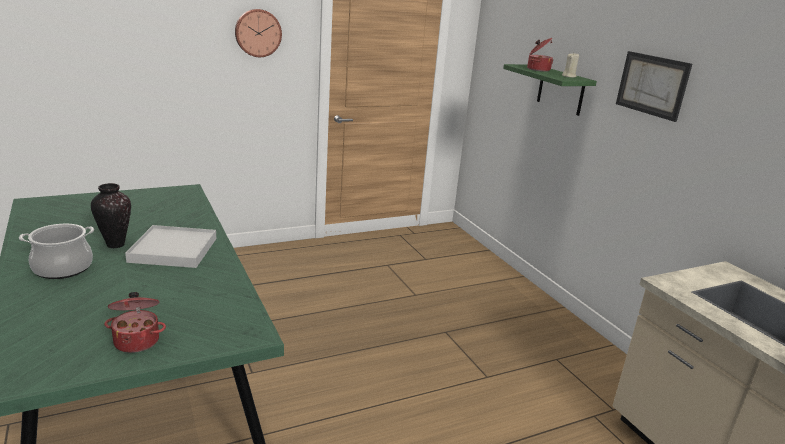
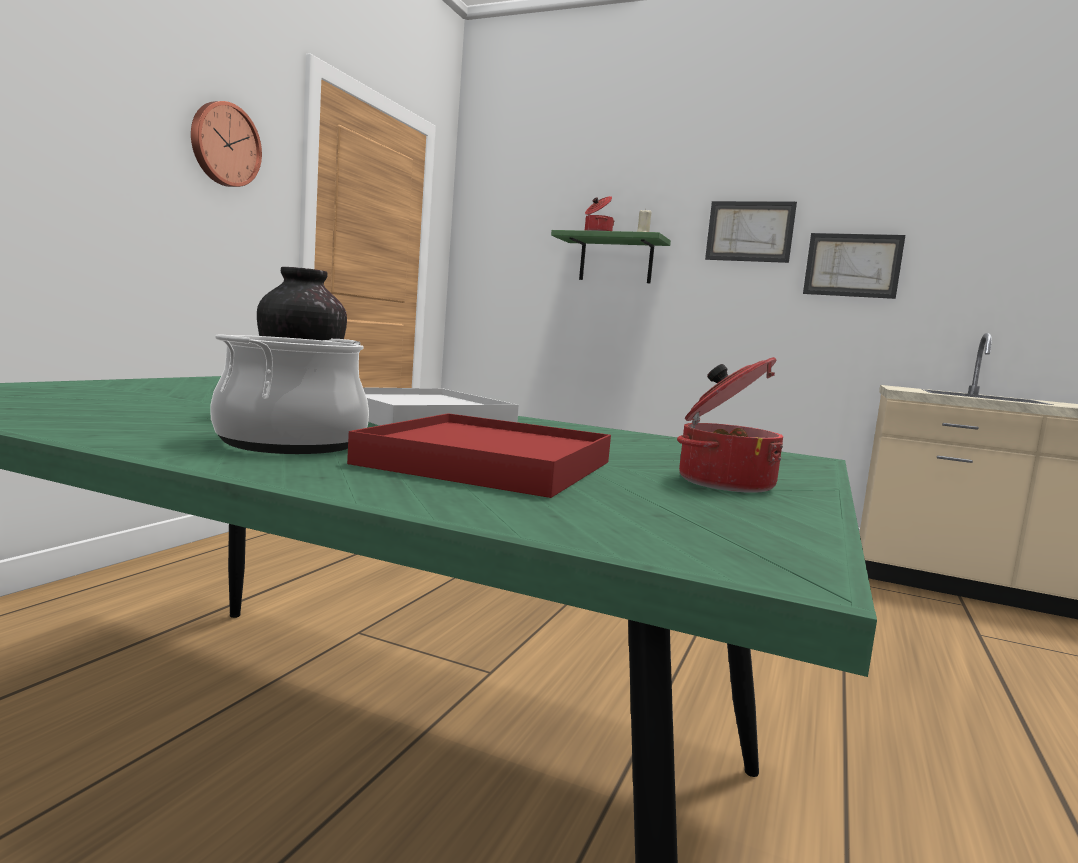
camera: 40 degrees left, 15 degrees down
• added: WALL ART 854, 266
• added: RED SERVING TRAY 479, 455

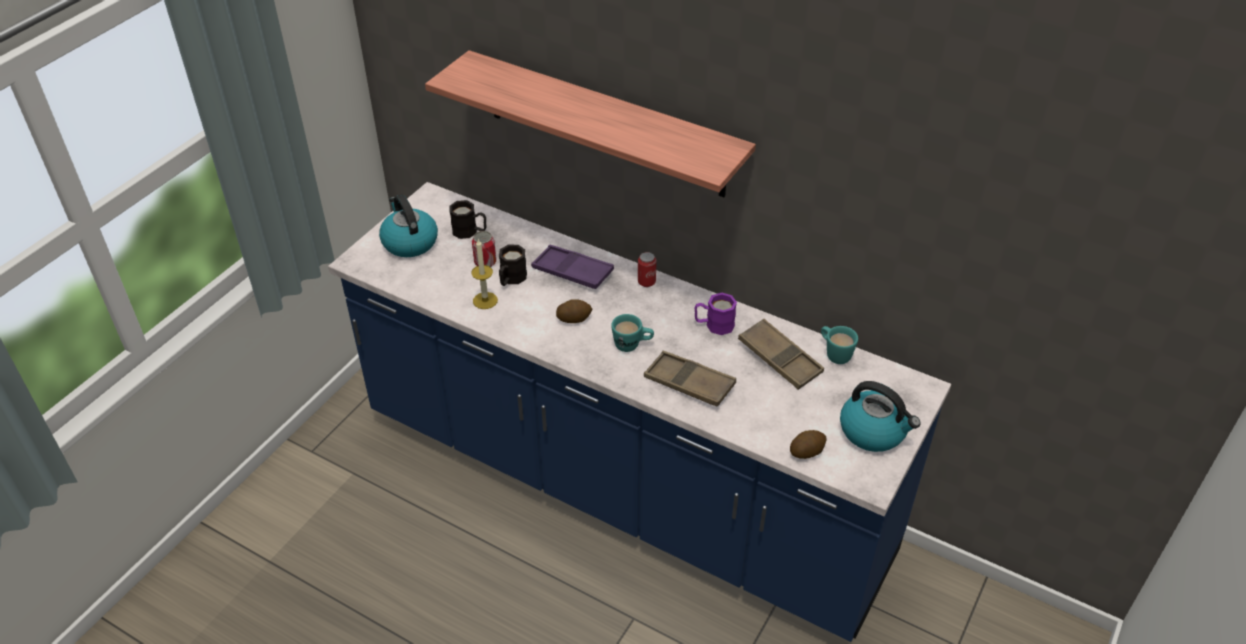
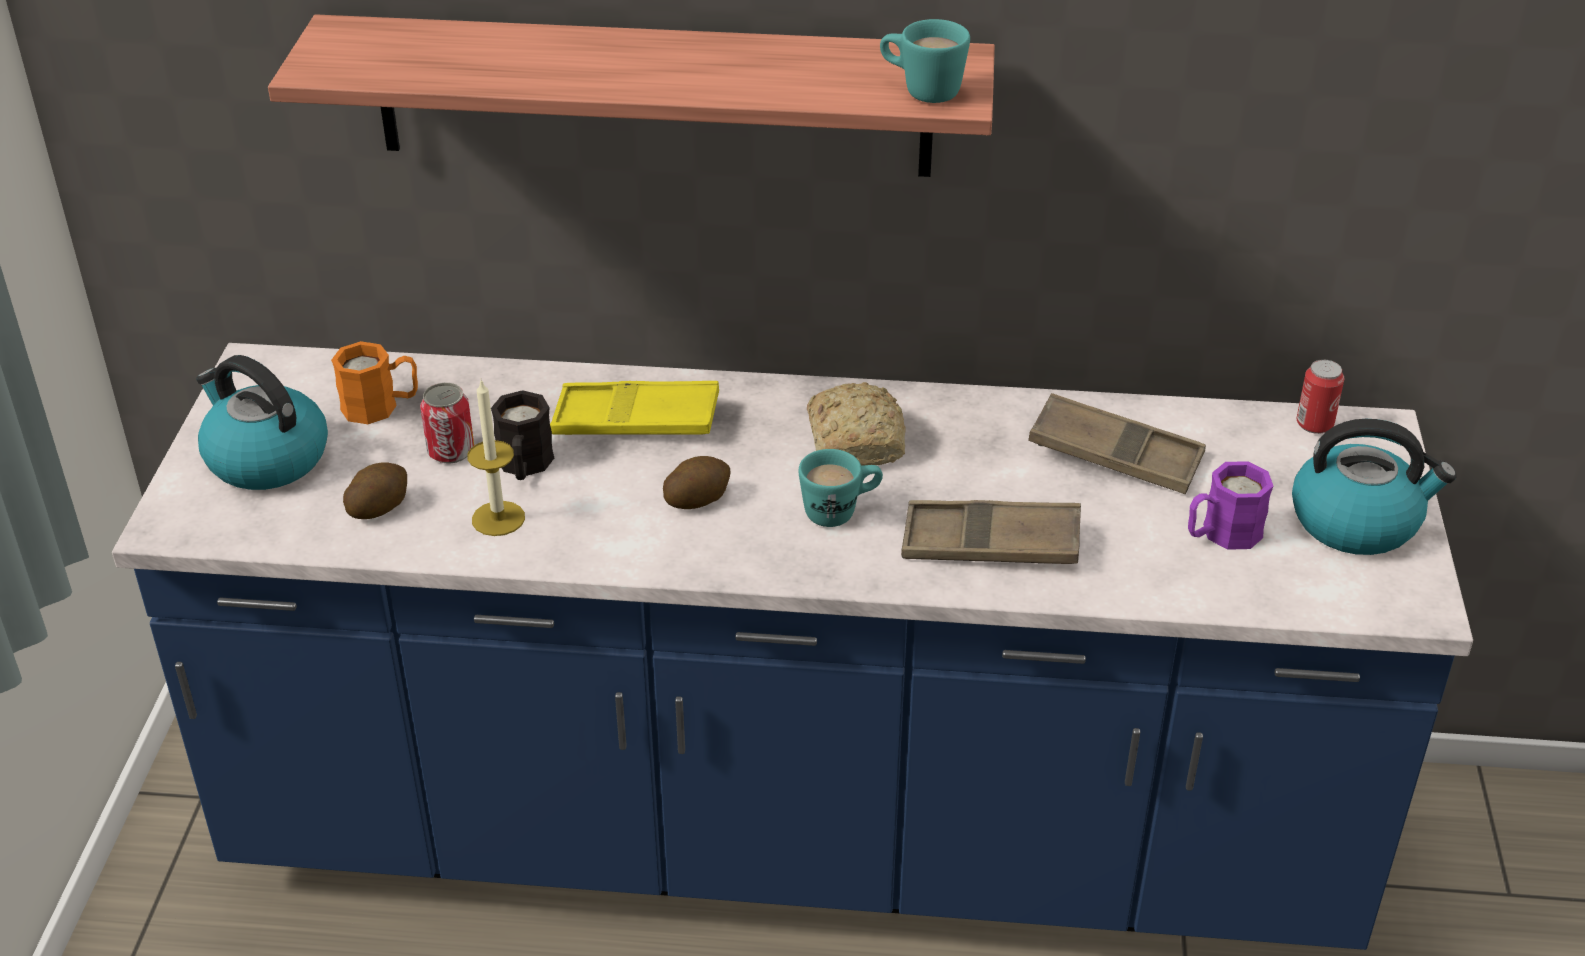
camera: 25 degrees left, 5 degrees down
• recoloured: BLACK-COLOURED MUG 467, 219 to ORANGE-COLOURED MUG 374, 382
• recoloured: PURPLISH SERVING TRAY 572, 267 to YELLOWISH SERVING TRAY 634, 408
• moved: CAN 647, 269 to 1320, 396
• moved: PURPLISH MUG 716, 314 to 1230, 505
• moved: BLUE-GREEN MUG 839, 345 to 925, 61
• moved: POTATO 808, 444 to 375, 490
• added: BREAD 856, 424

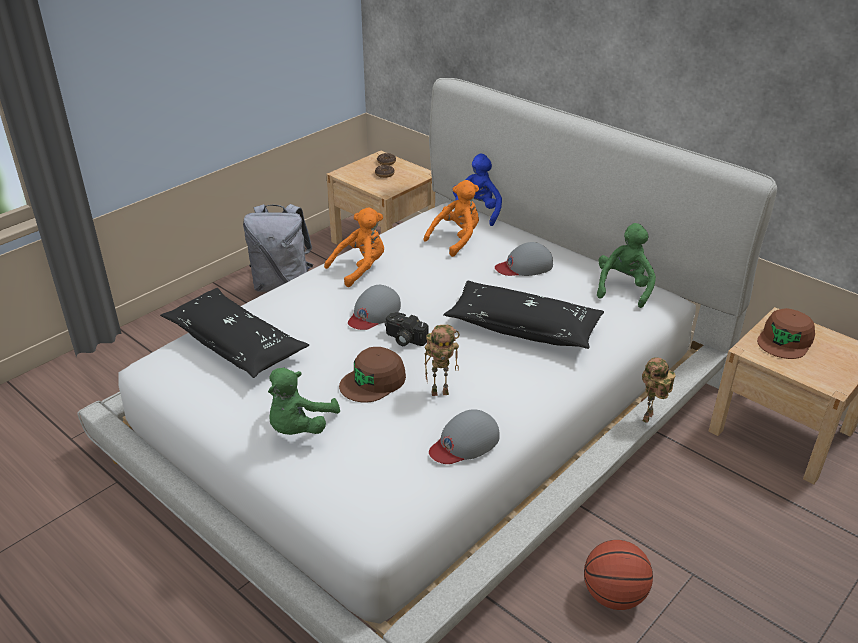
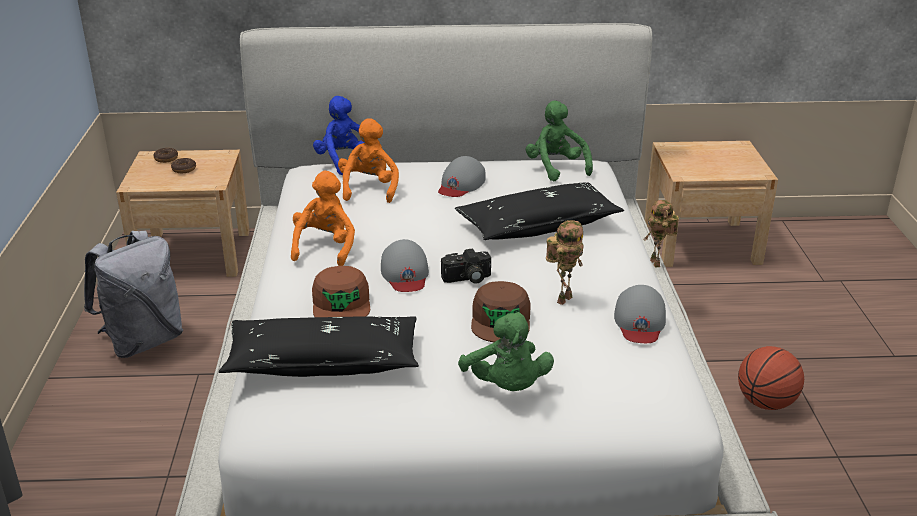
camera: 45 degrees left, 5 degrees down
• moved: BROWN-COLOURED PEAKED CAP 786, 333 to 341, 291

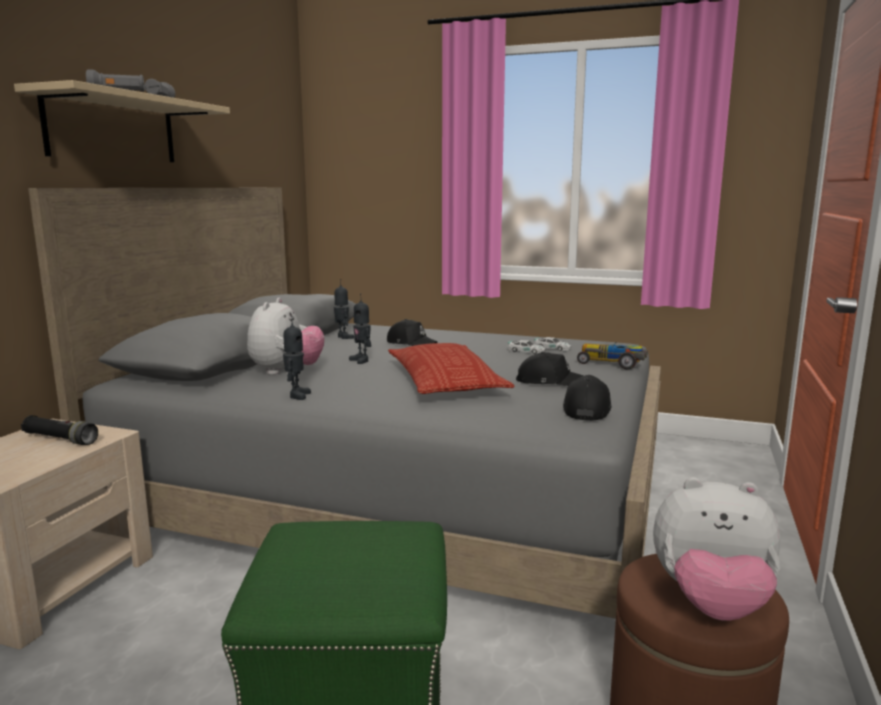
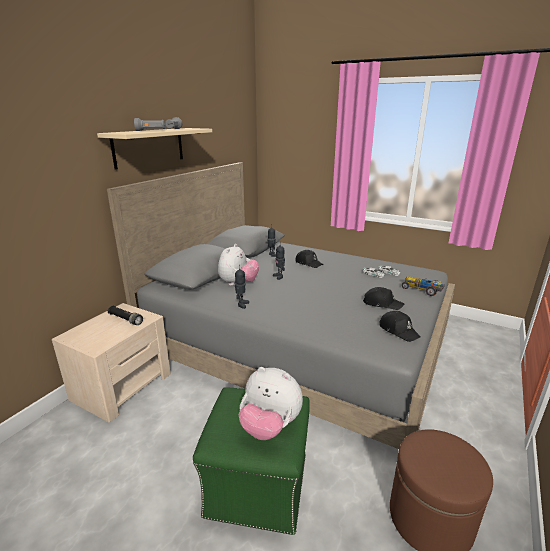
camera: 10 degrees right, 10 degrees up
• removed: PILLOW 451, 368
• turned: BLACK-COLOURED PEAKED CAP 587, 398 = 400, 326 120 degrees clockwise
• moved: PLUSH TOY 716, 548 to 271, 403

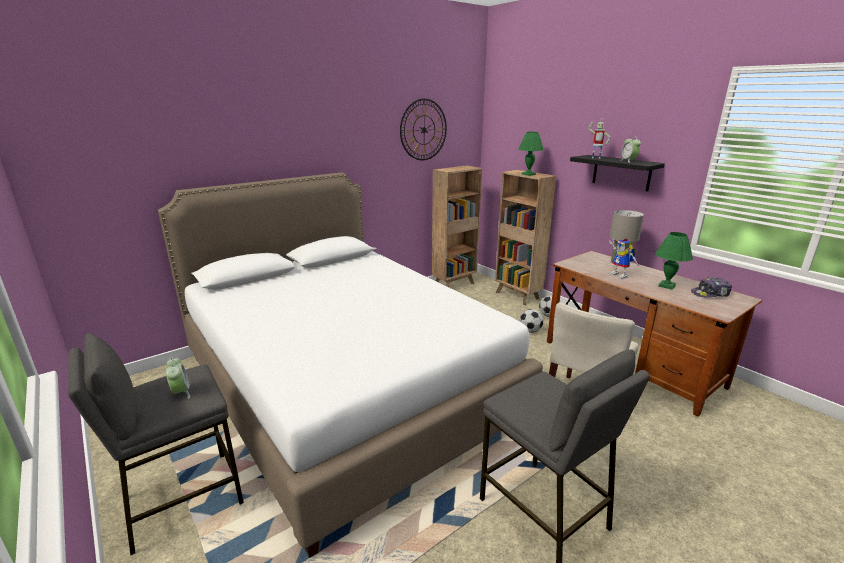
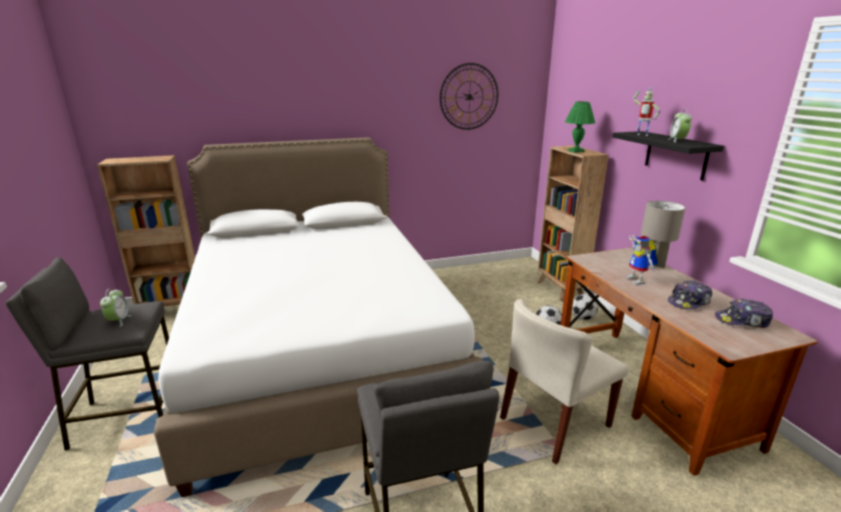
camera: 20 degrees right, 0 degrees up
• moved: BROWN-COLOURED BOOKCASE 457, 226 to 146, 230
• replaced: GREEN TABLETOP LAMP 674, 261 to PEAKED CAP 690, 295

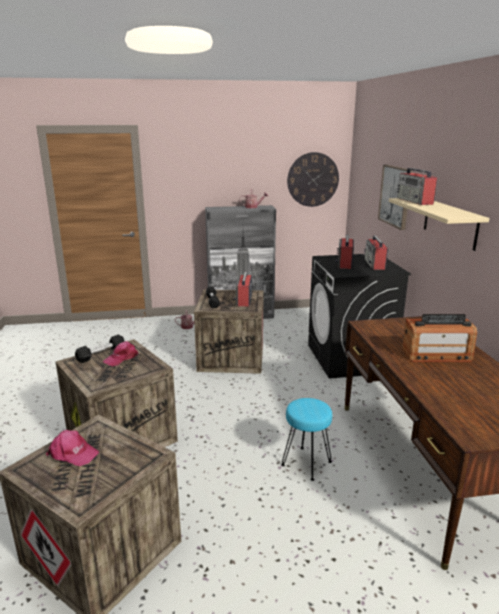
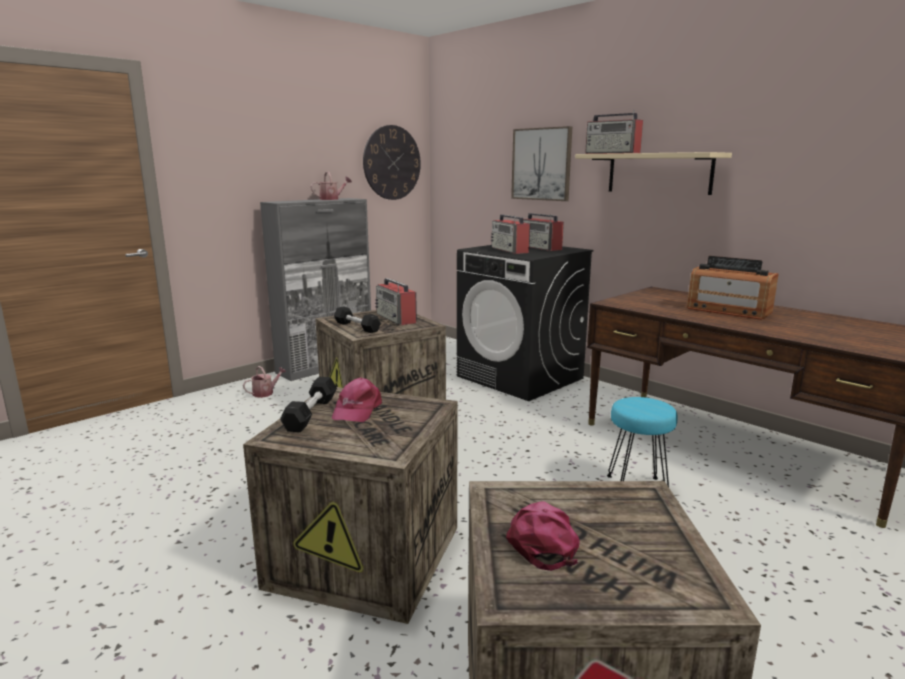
camera: 35 degrees left, 5 degrees down
• turned: RADIO 439, 338 = 733, 288 75 degrees clockwise
• turned: PINK-COLOURED PEAKED CAP 72, 448 = 543, 536 75 degrees counterclockwise

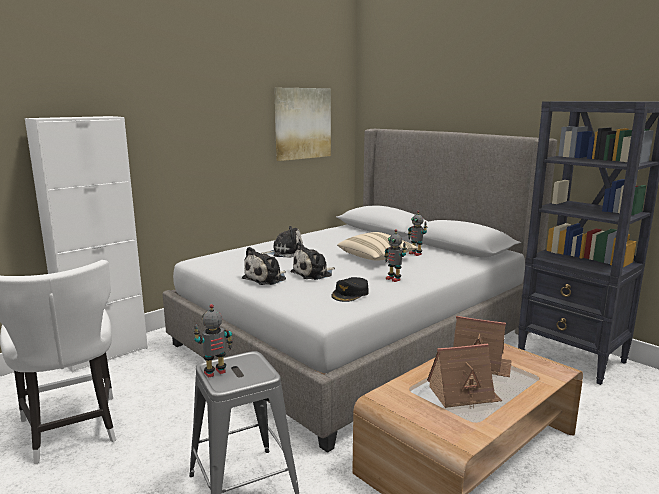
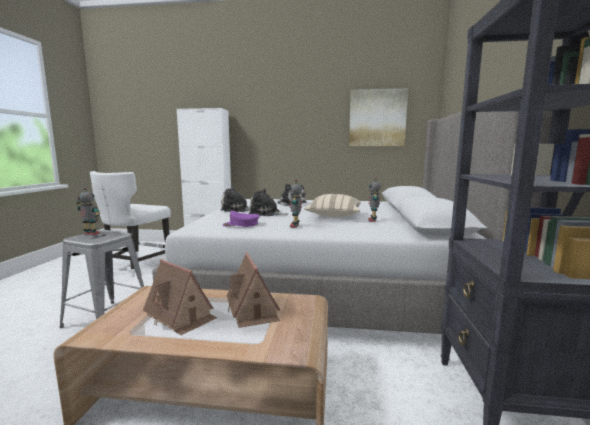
camera: 50 degrees right, 5 degrees down
• recoloured: BLACK-COLOURED PEAKED CAP 350, 289 to PURPLISH PEAKED CAP 241, 219

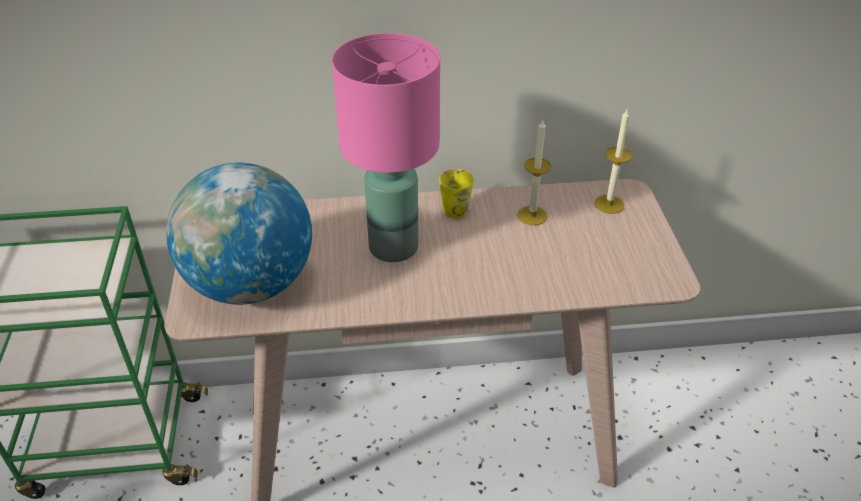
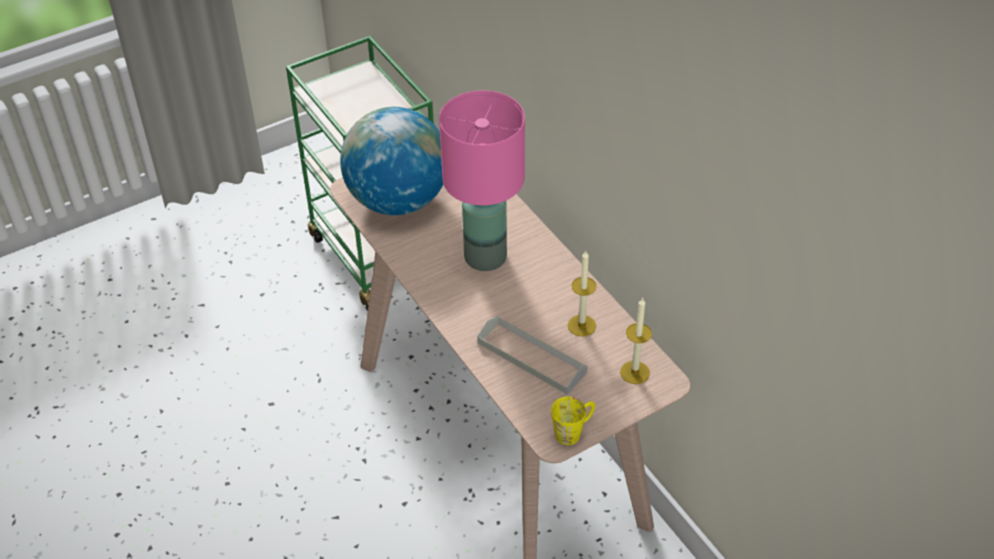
camera: 65 degrees right, 5 degrees up
• moved: YELLOWISH MUG 456, 194 to 573, 420
• added: GRAY SERVING TRAY 532, 355

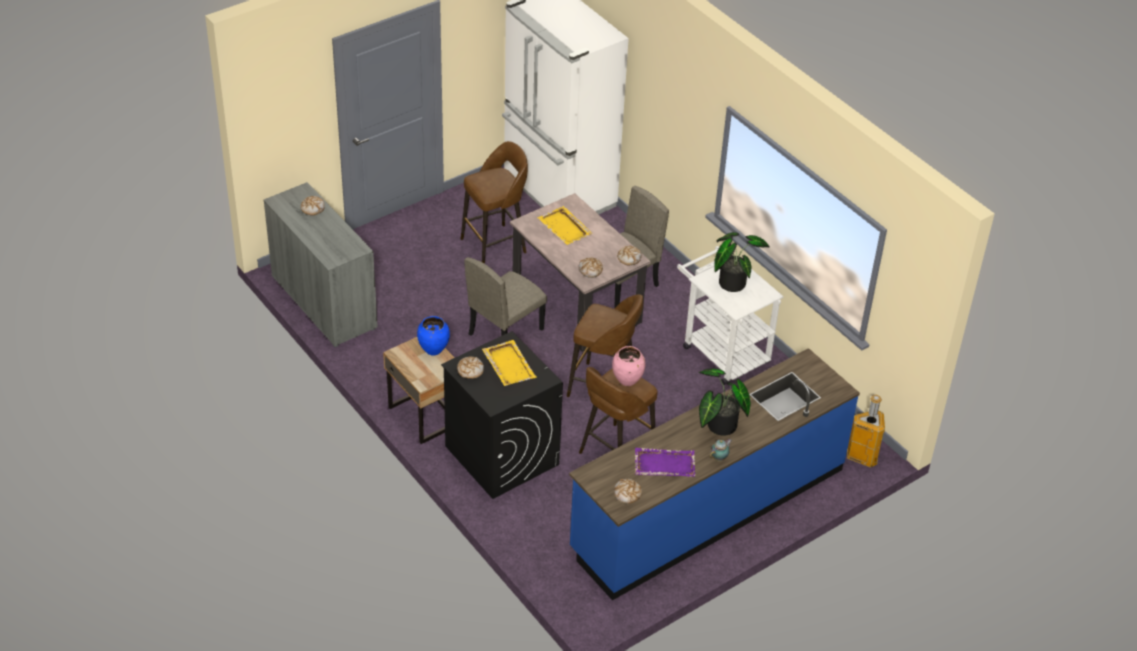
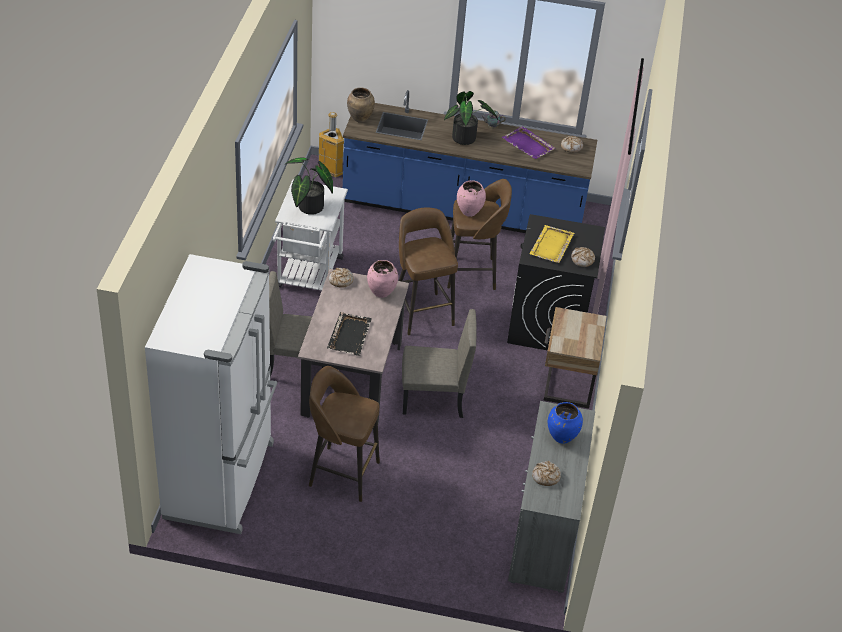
camera: 135 degrees left, 0 degrees up
• recoloured: YELLOWISH SERVING TRAY 565, 225 to BLACK-COLOURED SERVING TRAY 349, 334
• replaced: BREAD 591, 267 to PINK-COLOURED FLOWER VASE 382, 279
• moved: BLUE FLOWER VASE 433, 336 to 565, 423
• added: BROWN-COLOURED FLOWER VASE 361, 105

